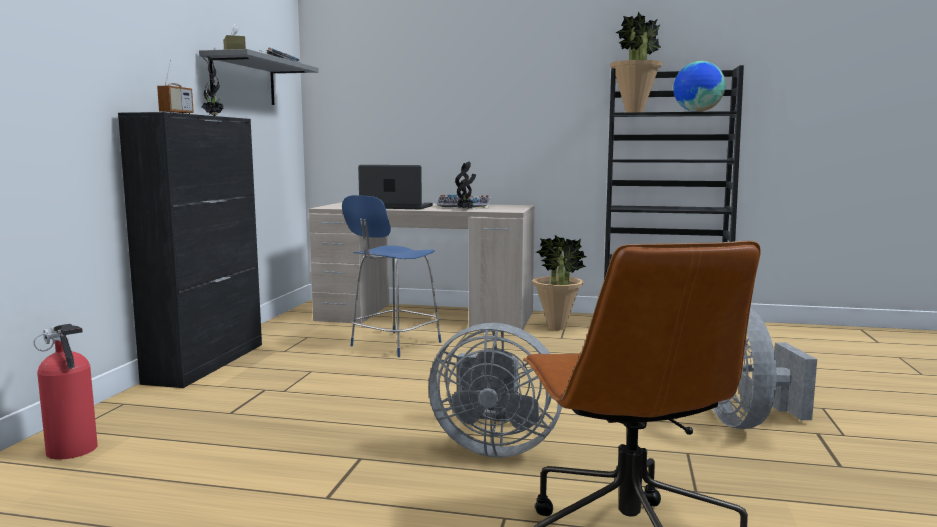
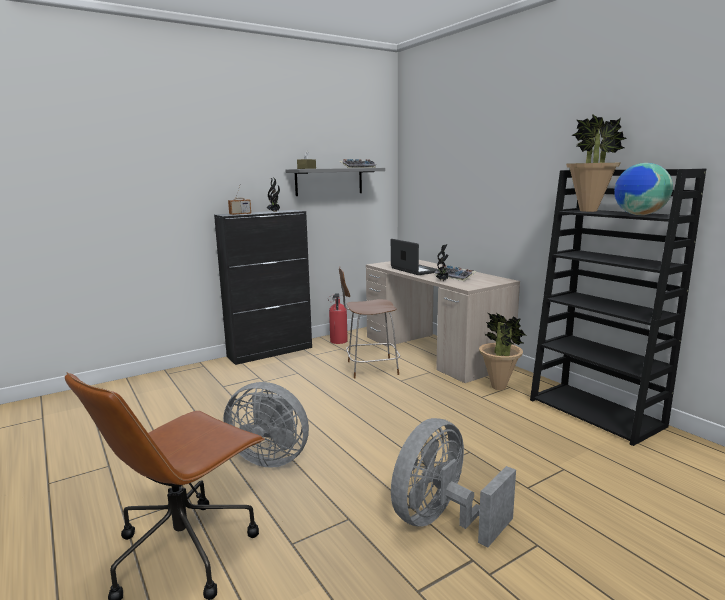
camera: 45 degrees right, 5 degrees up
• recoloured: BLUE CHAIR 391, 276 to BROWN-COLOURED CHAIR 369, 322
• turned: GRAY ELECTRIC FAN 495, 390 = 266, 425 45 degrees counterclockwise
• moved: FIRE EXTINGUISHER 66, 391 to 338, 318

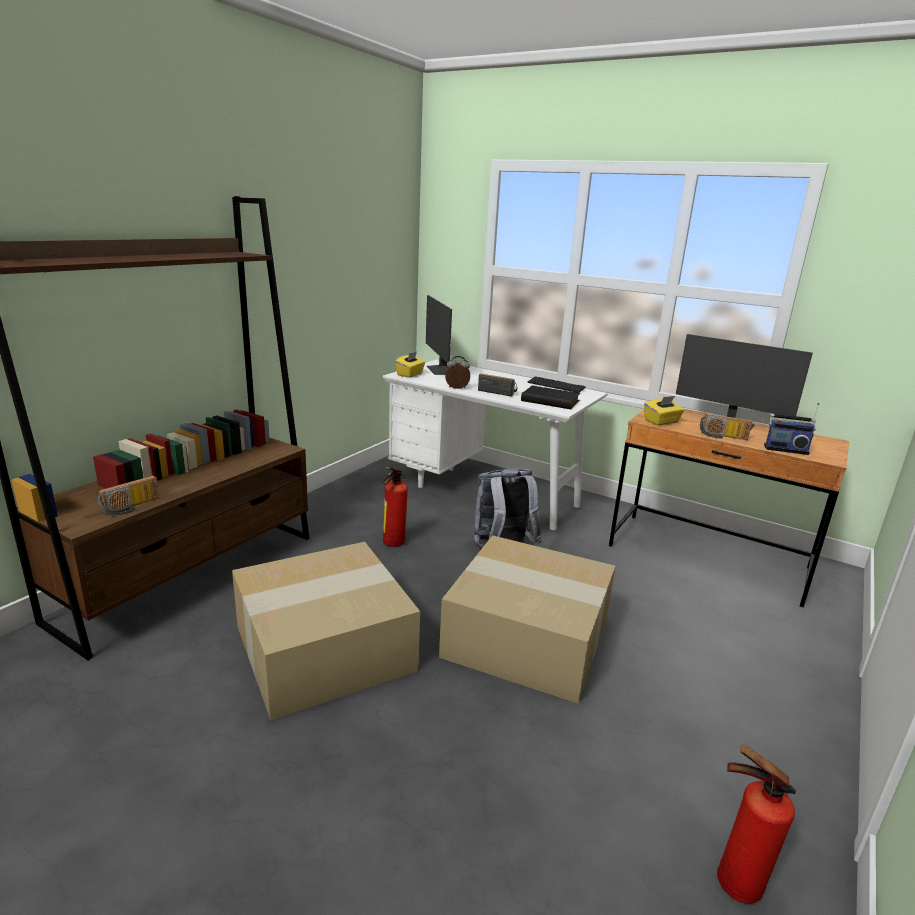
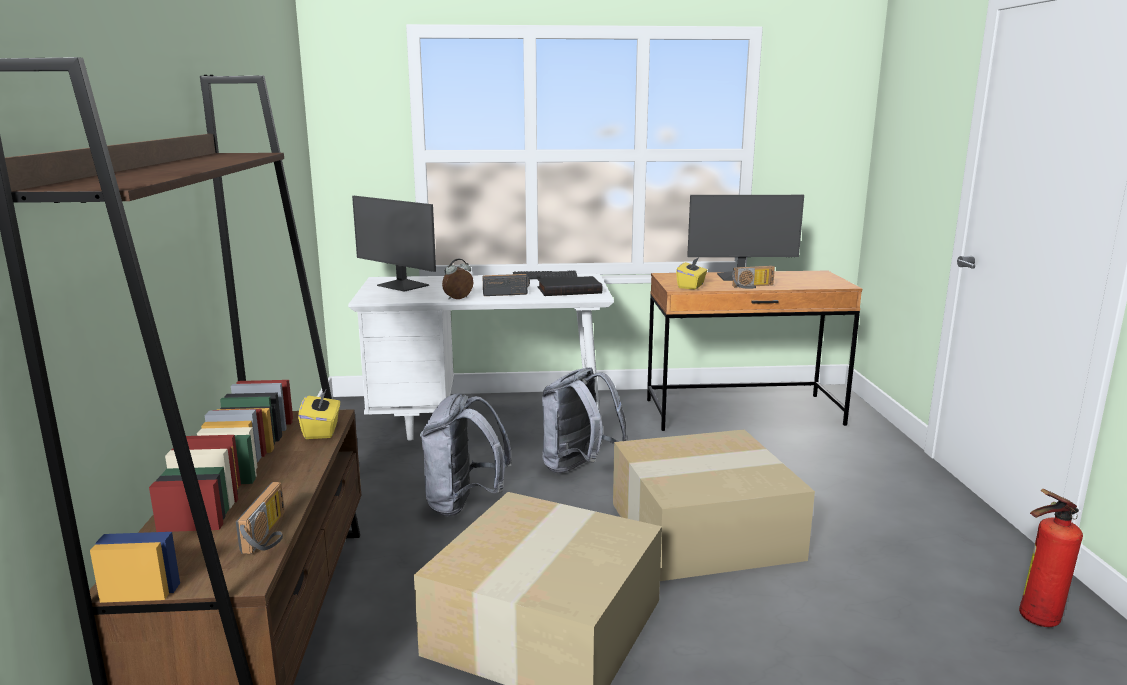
camera: 35 degrees left, 5 degrees down
• moved: YELLOWISH BOX OF TISSUES 410, 365 to 319, 413
• removed: RADIO 792, 429
• replaced: FIRE EXTINGUISHER 395, 506 to GRAY KNAPSACK 466, 455

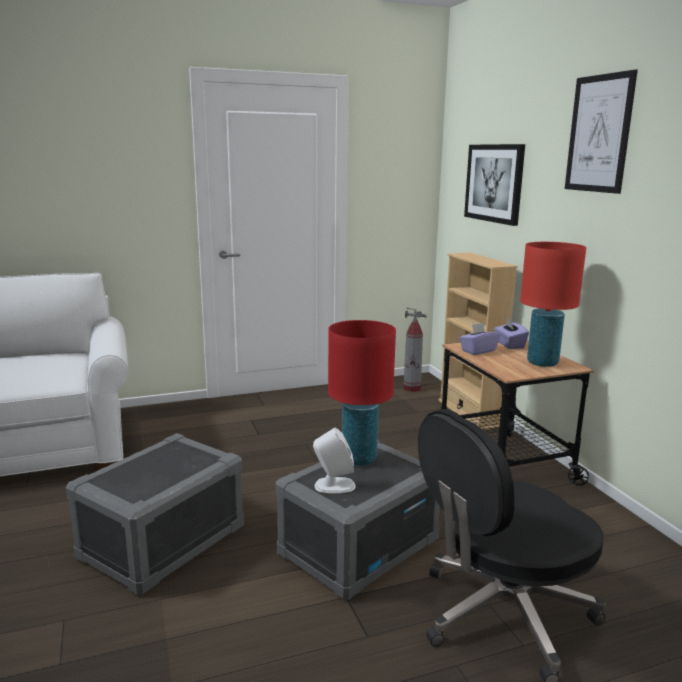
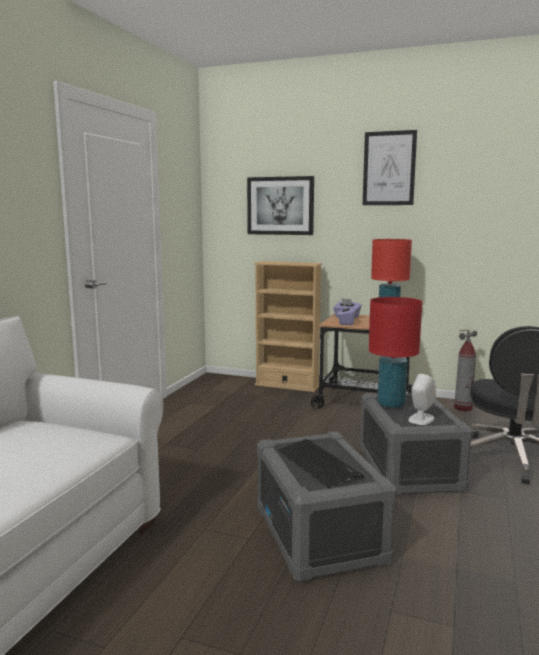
camera: 50 degrees left, 5 degrees down
• moved: FIRE EXTINGUISHER 414, 349 to 465, 371
• added: COMPUTER KEYBOARD 321, 463

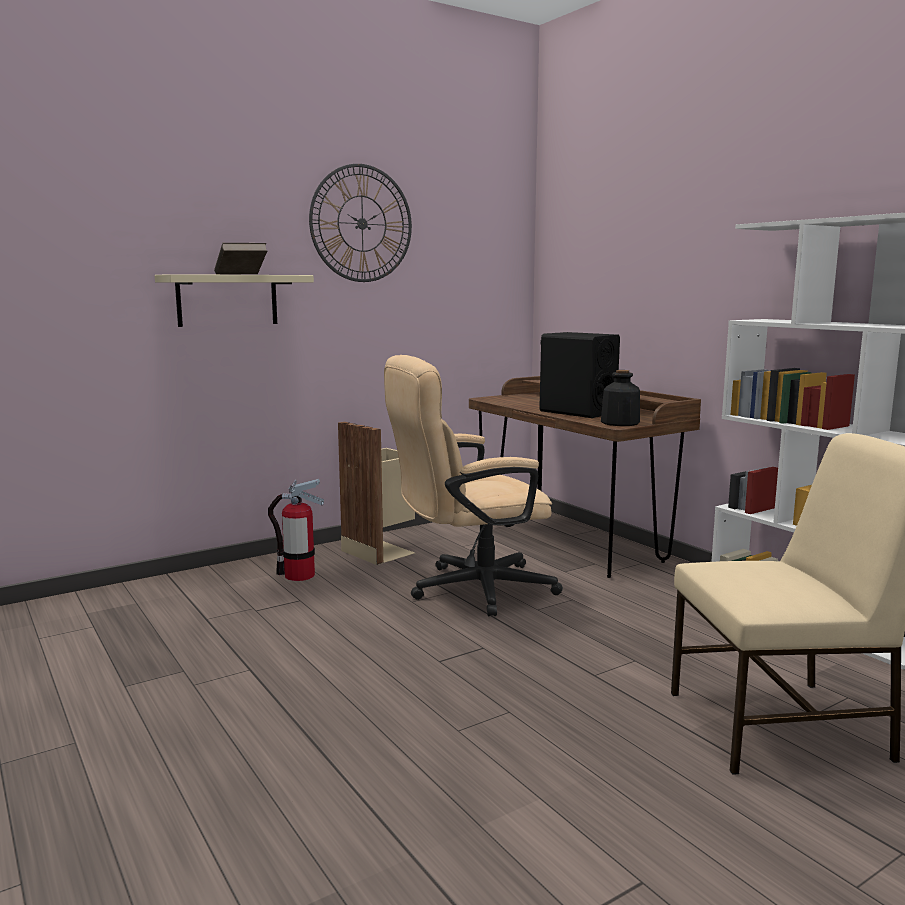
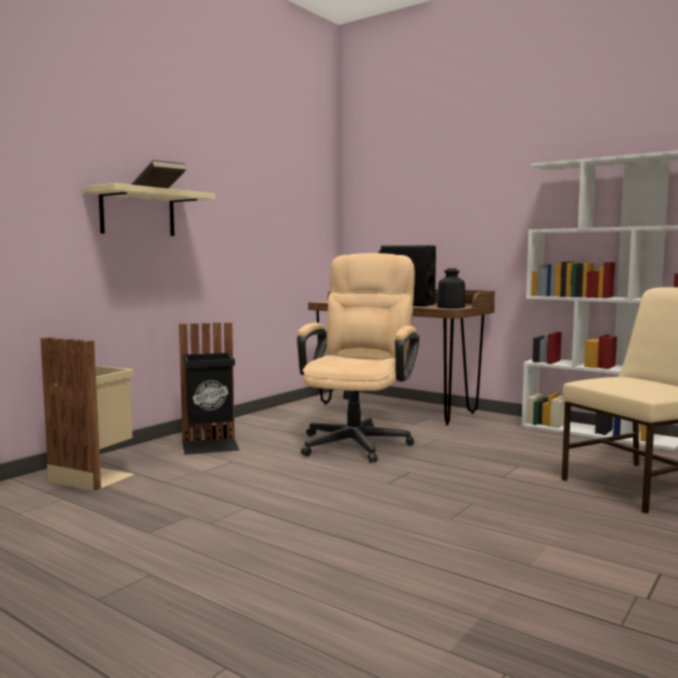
camera: 20 degrees left, 5 degrees down
• removed: HANGING CLOCK 360, 223
• turned: SAND-COLOURED DESK CHAIR 473, 485 = 358, 358 150 degrees clockwise
• moved: SAND-COLOURED TRASH CAN 376, 493 to 87, 414
• replaced: FIRE EXTINGUISHER 296, 530 to BLACK-COLOURED TRASH CAN 209, 388

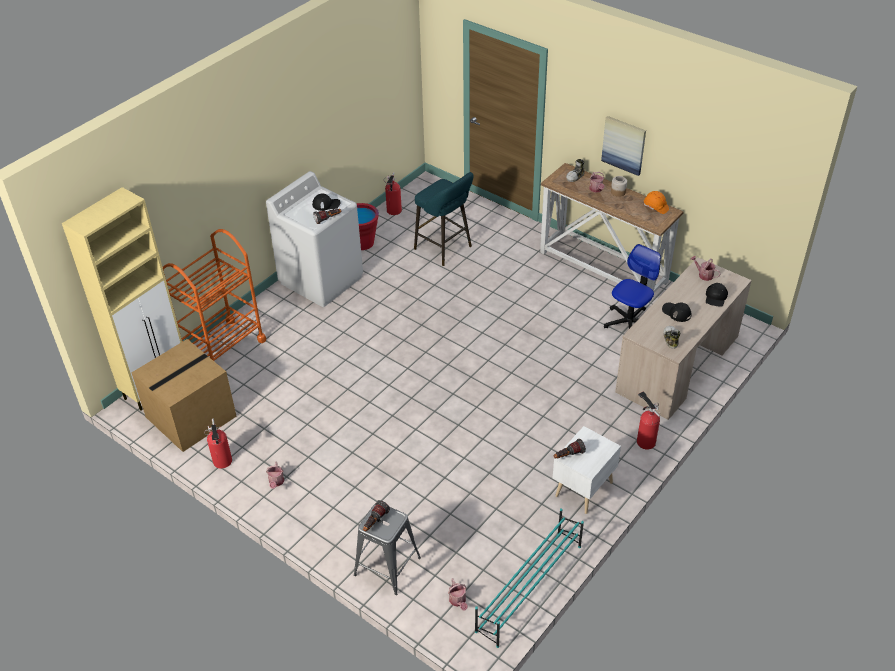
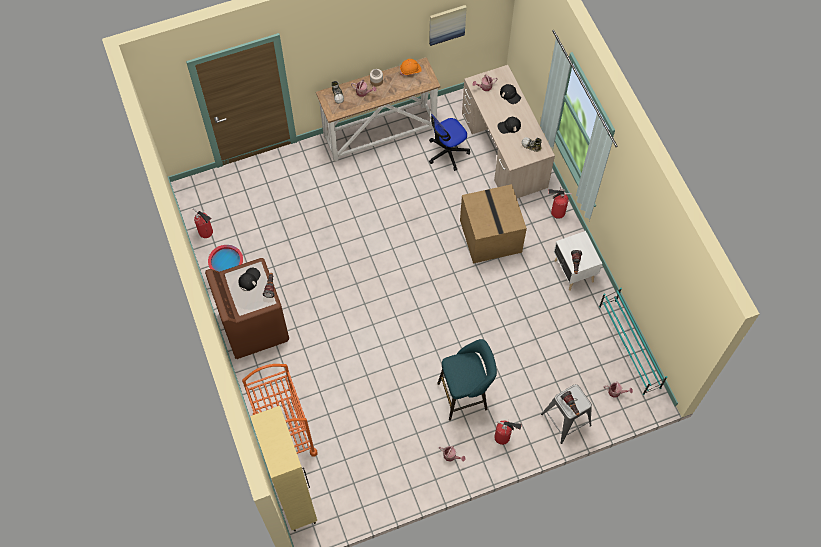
camera: 60 degrees left, 20 degrees up
• moved: WALL ART 623, 146 to 448, 25
• recoloured: WHITE-COLOURED LAUNDRY MACHINE 314, 239 to BROWN-COLOURED LAUNDRY MACHINE 247, 308
• moved: BLUE-GREEN STOOL 443, 219 to 467, 380
• turned: DESK CHAIR 632, 286 = 449, 142 105 degrees counterclockwise
• moved: CARTON 184, 395 to 493, 223
• moved: FIRE EXTINGUISHER 218, 443 to 508, 432

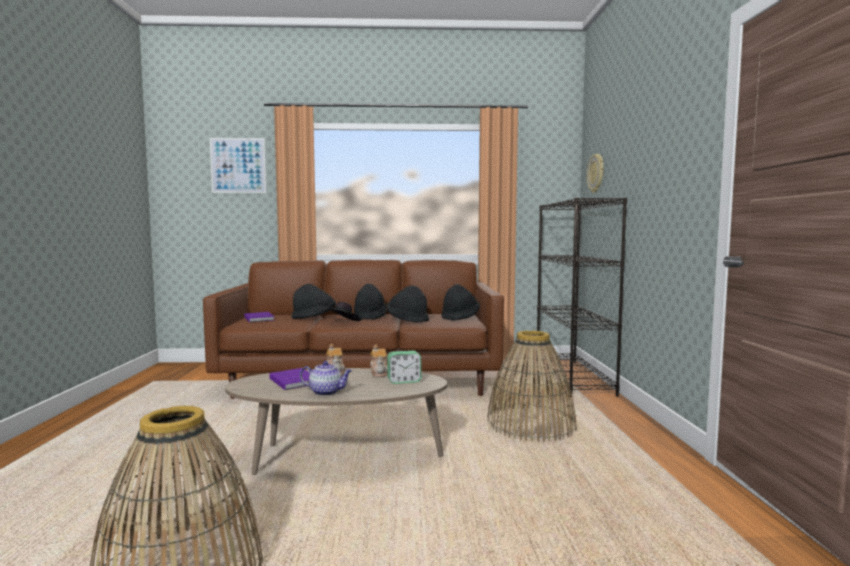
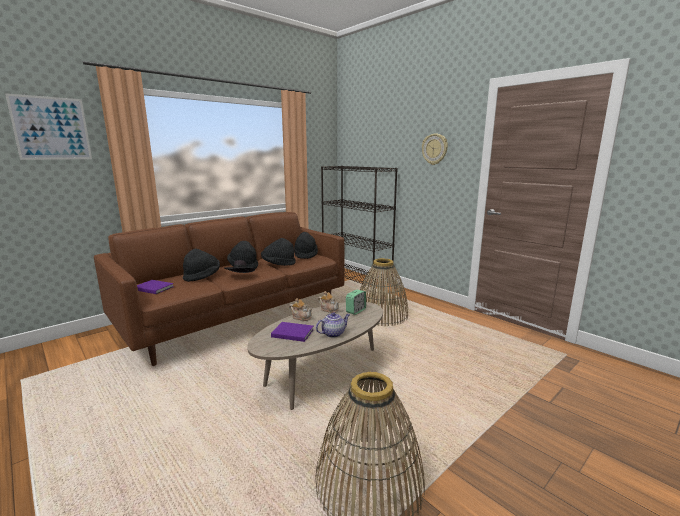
camera: 40 degrees left, 10 degrees up
• moved: HANGING CLOCK 595, 173 to 435, 149

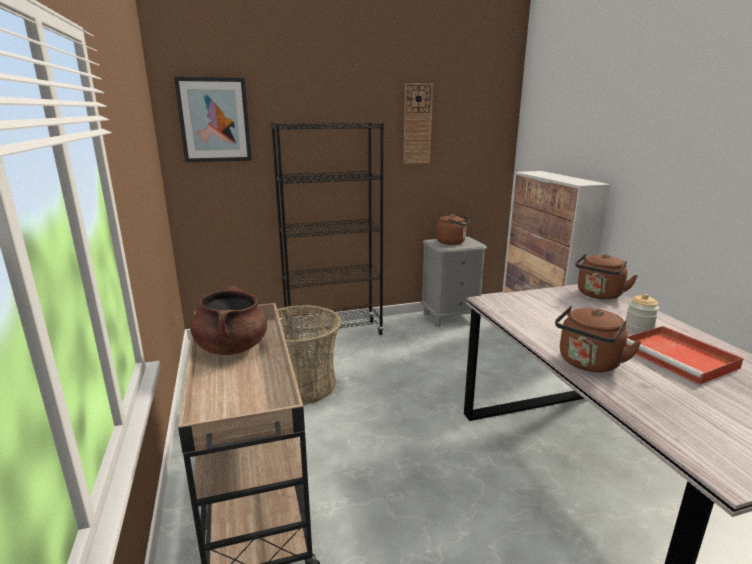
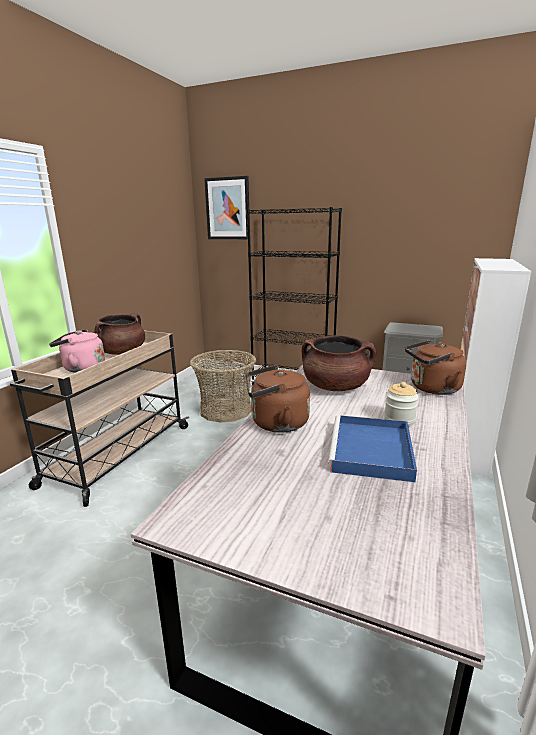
camera: 40 degrees right, 0 degrees up
• removed: HANGING CLOCK 418, 123
• removed: BROWN-COLOURED KETTLE 453, 229
• recoloured: RED SERVING TRAY 685, 355 to BLUE SERVING TRAY 372, 448
• added: PINK-COLOURED KETTLE 77, 351
• added: BROWN-COLOURED STOCKPOT 339, 363

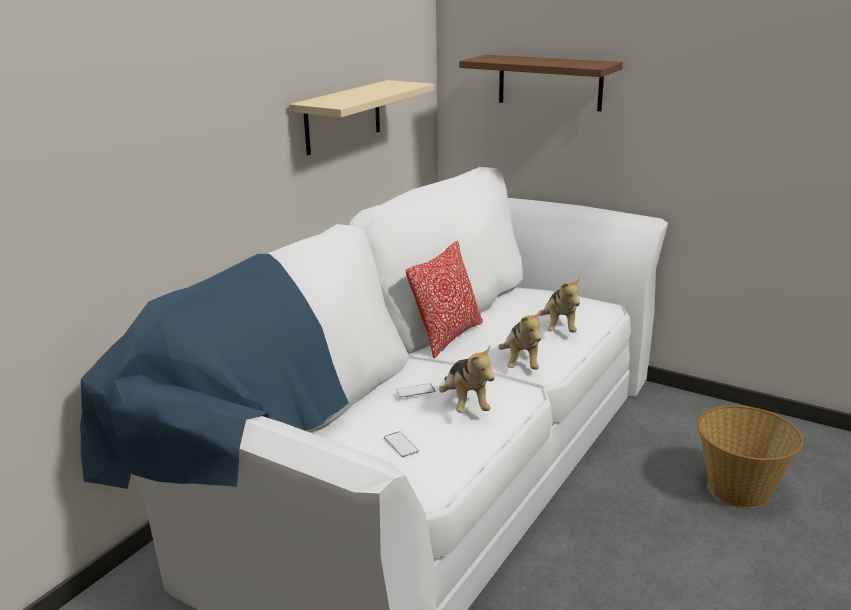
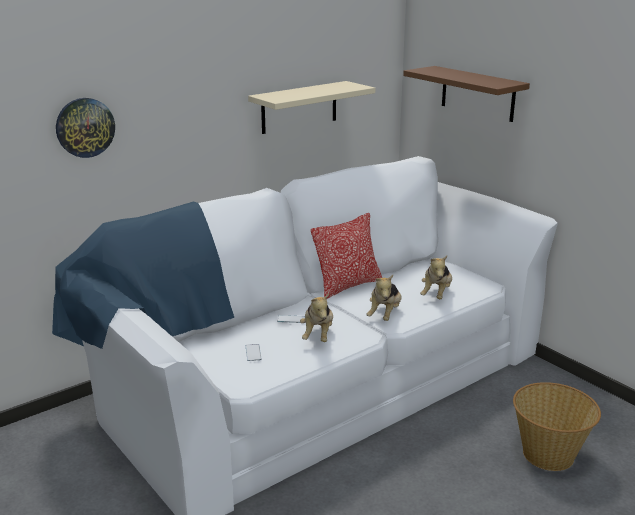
camera: 20 degrees right, 0 degrees up
• added: HANGING CLOCK 85, 128

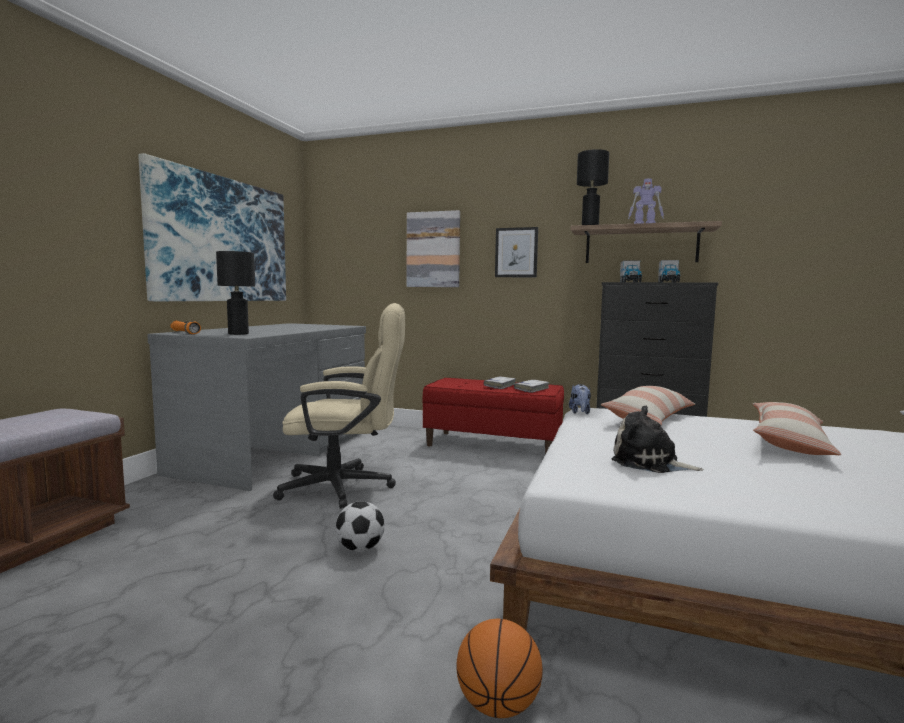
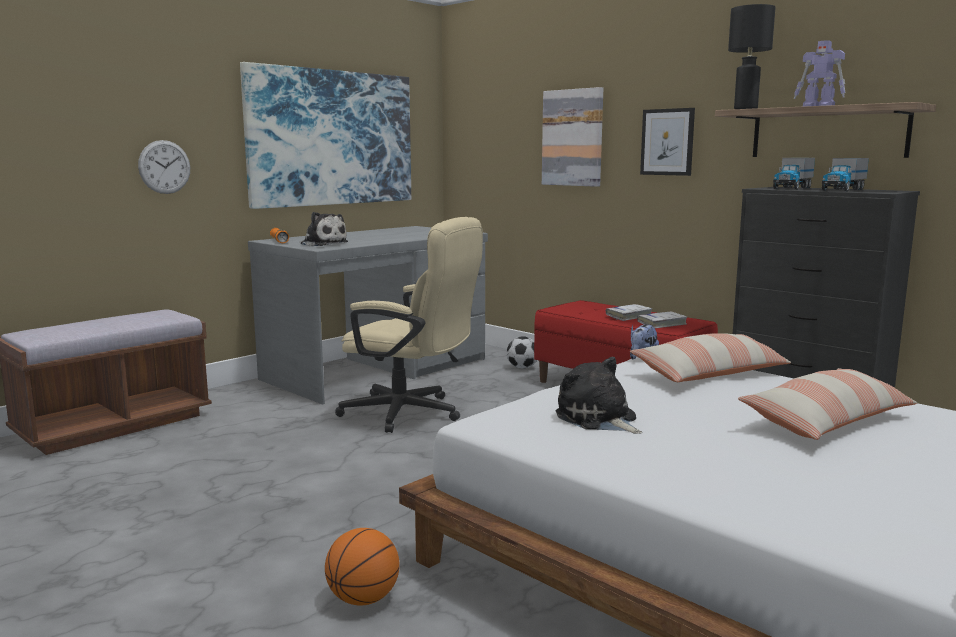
camera: 25 degrees right, 5 degrees up
• replaced: BLACK-COLOURED TABLETOP LAMP 235, 293 to PLUSH TOY 324, 229
• moved: BALL FOR FOOTBALL 360, 526 to 522, 352
• added: HANGING CLOCK 164, 167

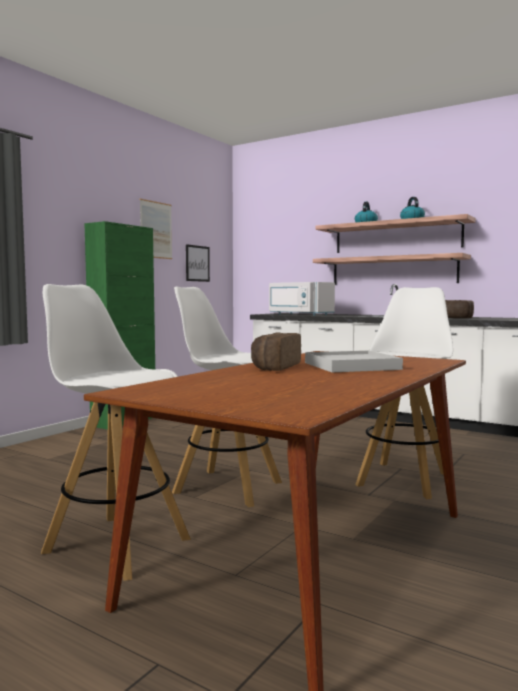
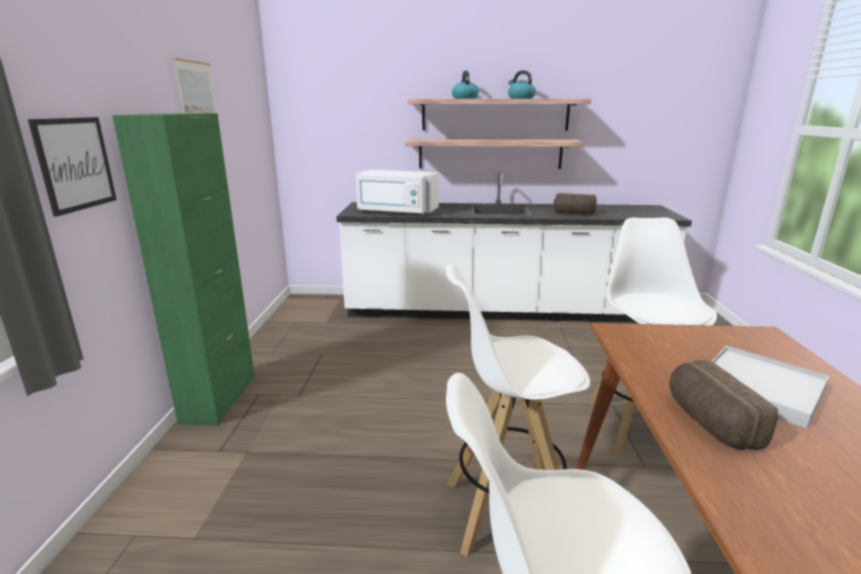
camera: 30 degrees left, 15 degrees up
• moved: WALL ART 198, 263 to 72, 167

